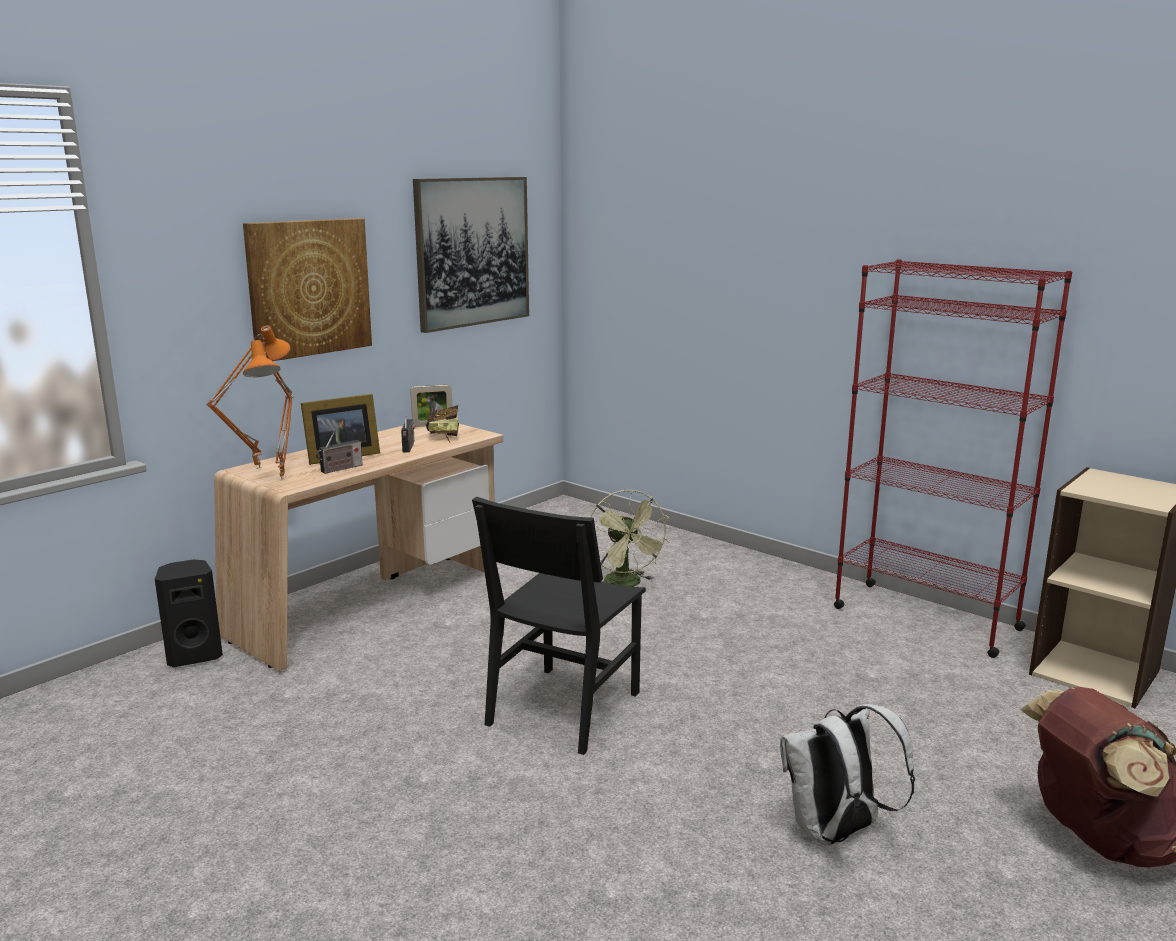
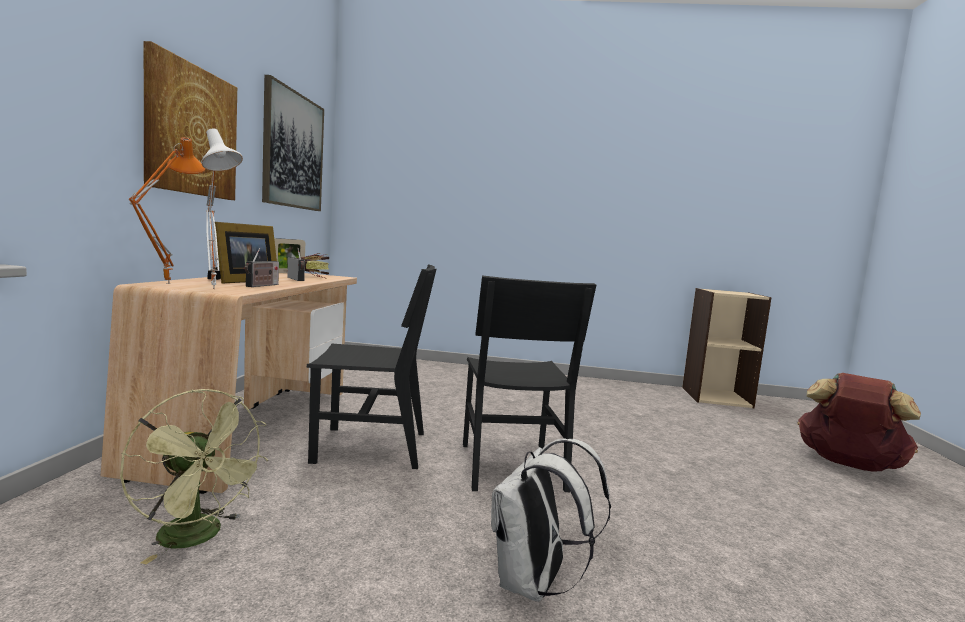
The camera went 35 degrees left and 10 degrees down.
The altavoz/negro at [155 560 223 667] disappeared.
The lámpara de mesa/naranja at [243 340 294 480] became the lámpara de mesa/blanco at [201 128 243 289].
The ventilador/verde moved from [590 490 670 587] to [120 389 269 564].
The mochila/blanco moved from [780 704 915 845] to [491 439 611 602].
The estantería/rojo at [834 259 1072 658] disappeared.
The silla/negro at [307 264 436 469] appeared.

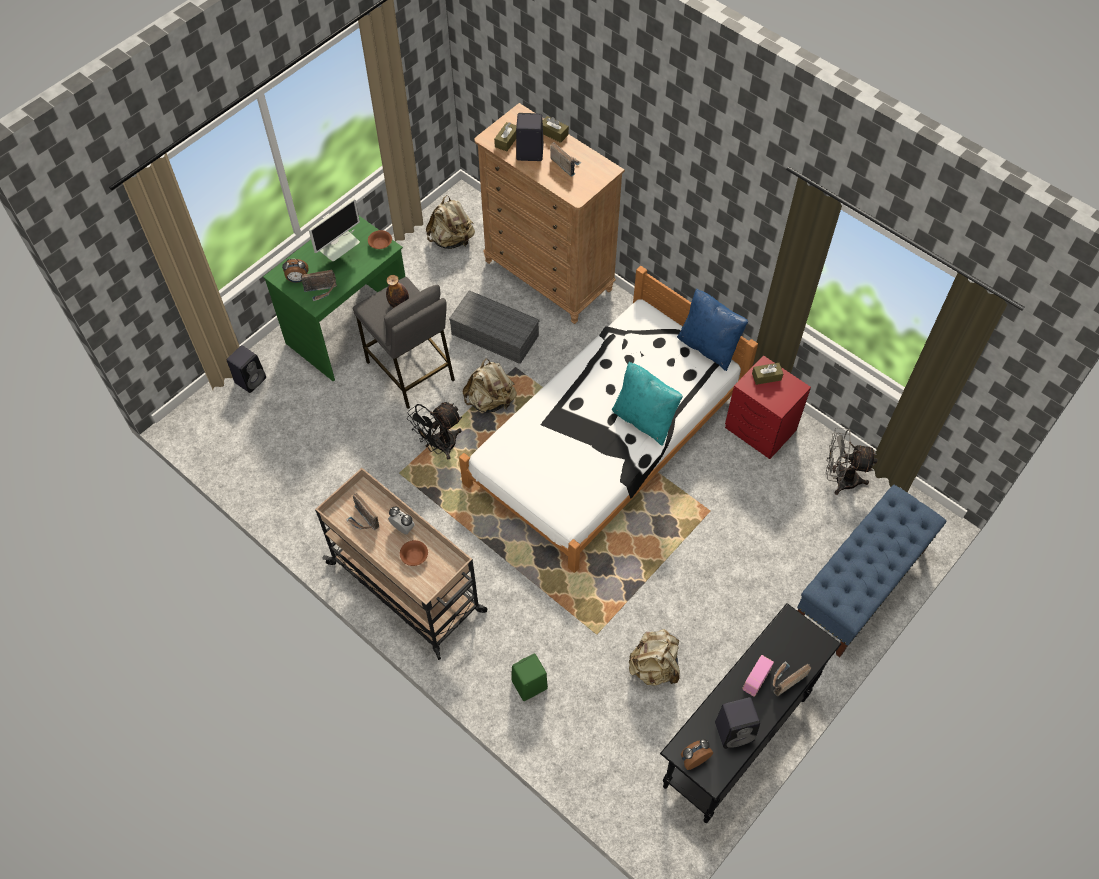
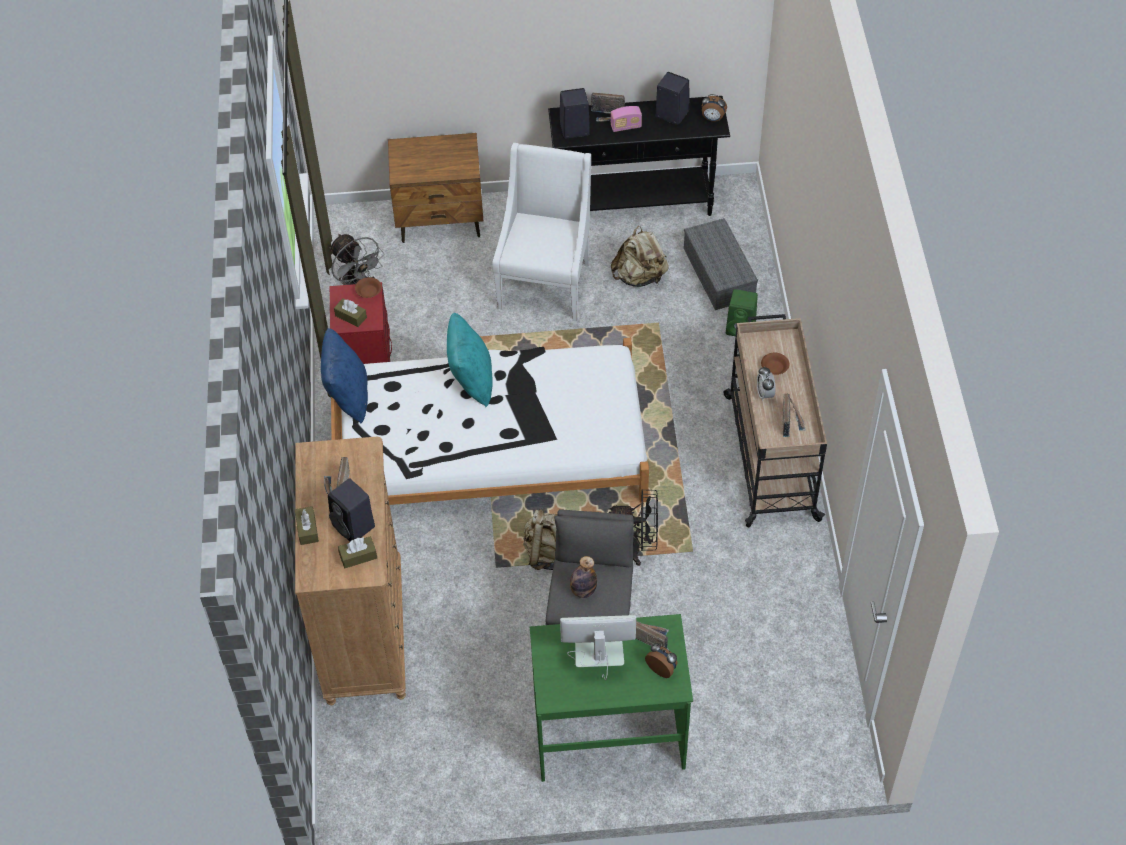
The camera went 135 degrees left and 5 degrees down.
The altavoz/negro moved from [227 345 266 393] to [560 88 590 138].
The cuenco/marrón moved from [368 230 392 249] to [355 277 382 298].
The mochila/beis at [426 195 475 249] disappeared.
The caja de almacenaje/gris moved from [449 290 539 364] to [684 218 758 310].
The banco/azul at [797 485 947 657] was replaced by the mesita de noche/marrón at [388 133 483 243].
The sillón/blanco at [492 143 591 321] appeared.

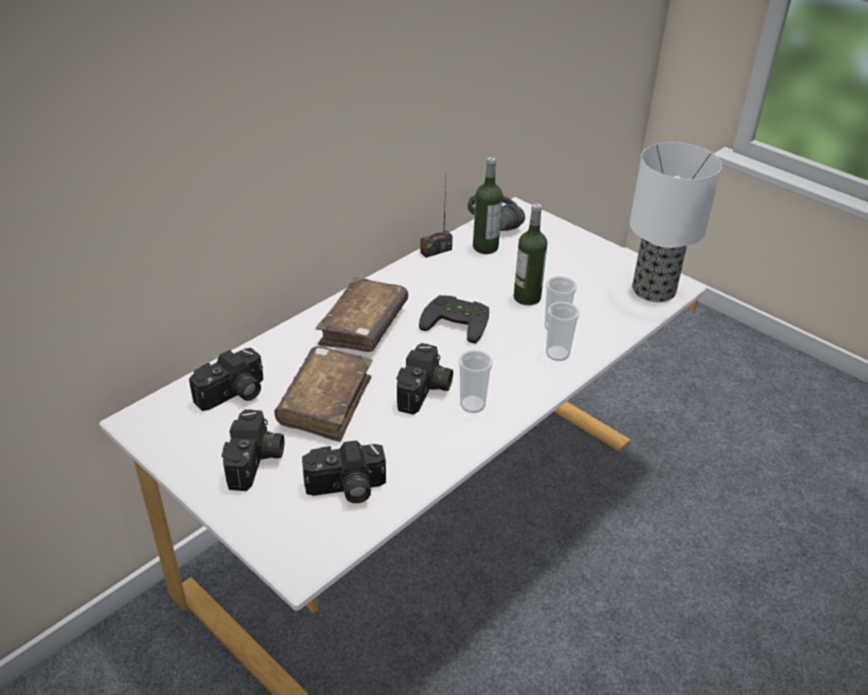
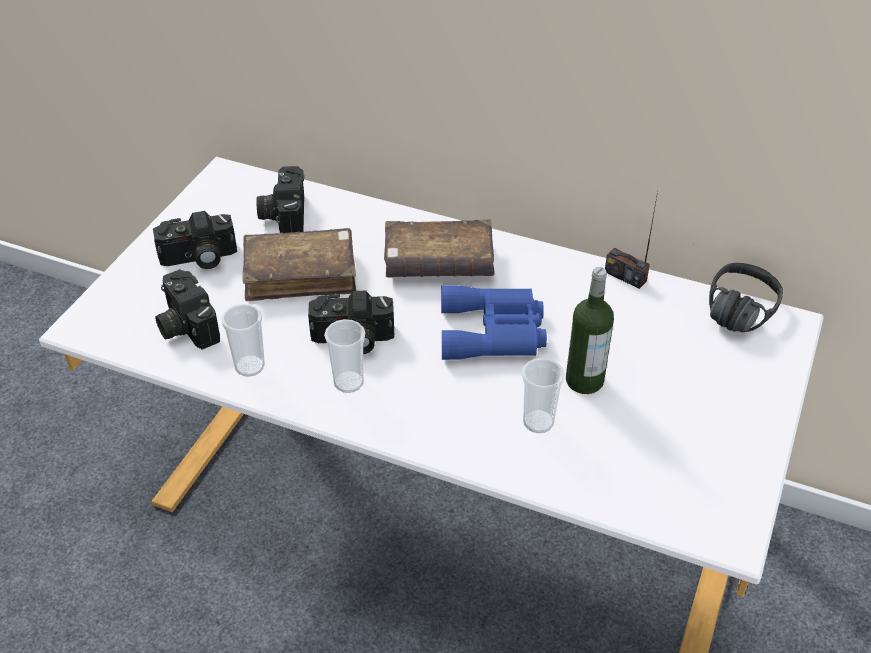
The camera went 70 degrees right and 5 degrees up.
The cámara at [189 348 263 411] turned 60 degrees clockwise.
The mando de consola/negro at [419 295 489 344] was replaced by the prismáticos/azul at [441 285 547 360].
The botella at [473 157 503 254] disappeared.
The taza moved from [546 302 579 361] to [221 304 265 377].
The lámpara de mesa at [630 142 722 302] disappeared.

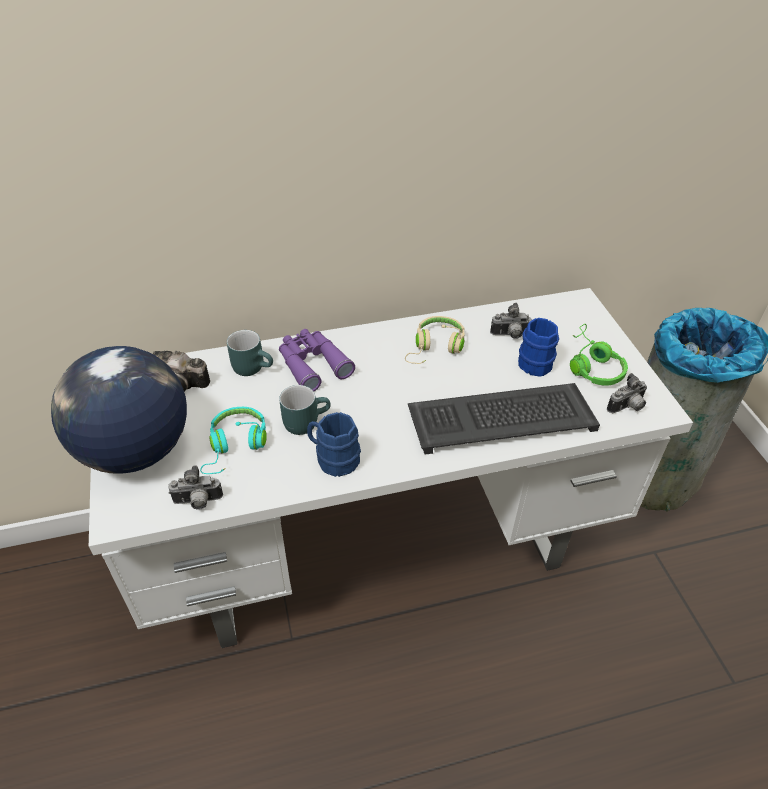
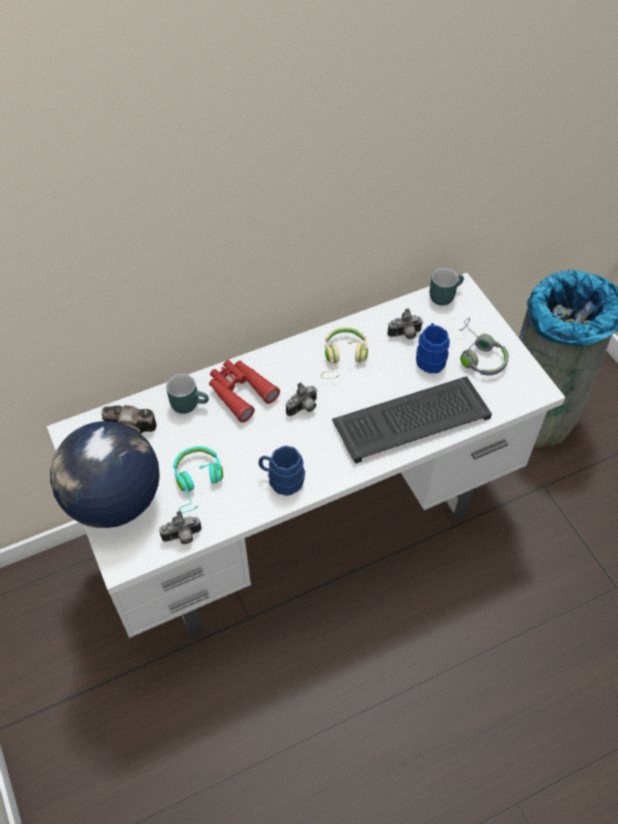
The camera went 10 degrees left and 10 degrees up.
The prismáticos/morado at [279 329 355 391] became the prismáticos/rojo at [209 360 280 423].
The taza grande/turquesa moved from [279 385 331 435] to [429 268 464 306].
The auriculares/verde at [570 324 628 386] became the auriculares/gris at [460 318 509 375].
The cámara moved from [607 373 647 413] to [286 382 318 416].

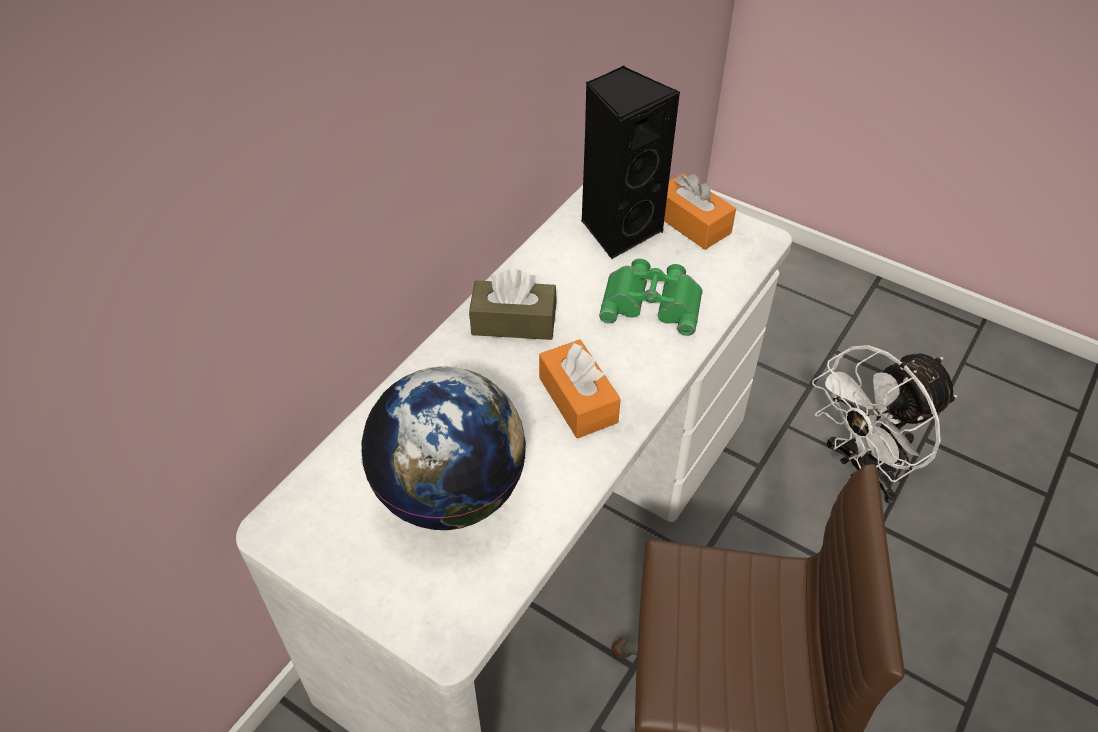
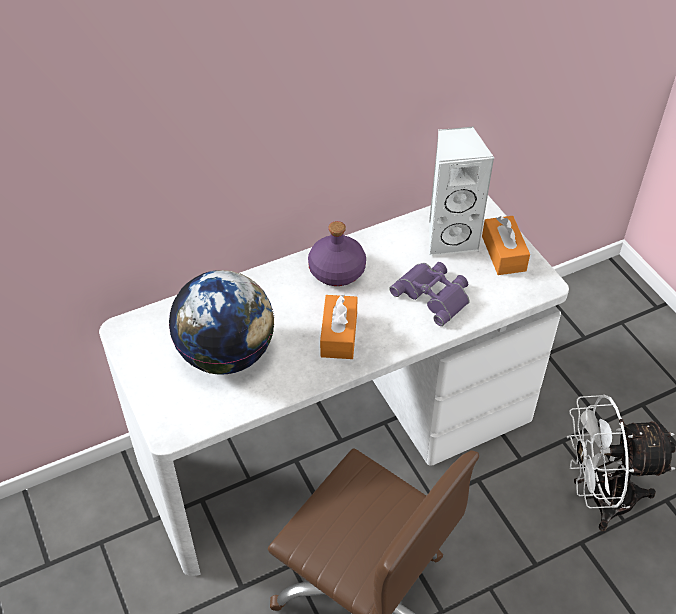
The camera went 30 degrees right and 0 degrees up.
The caja de pañuelos/marrón at [469 269 557 340] was replaced by the botella/morado at [308 221 366 286].
The altavoz/negro at [581 65 680 260] became the altavoz/blanco at [429 126 494 256].
The prismáticos/verde at [599 259 703 336] became the prismáticos/morado at [389 262 470 326].

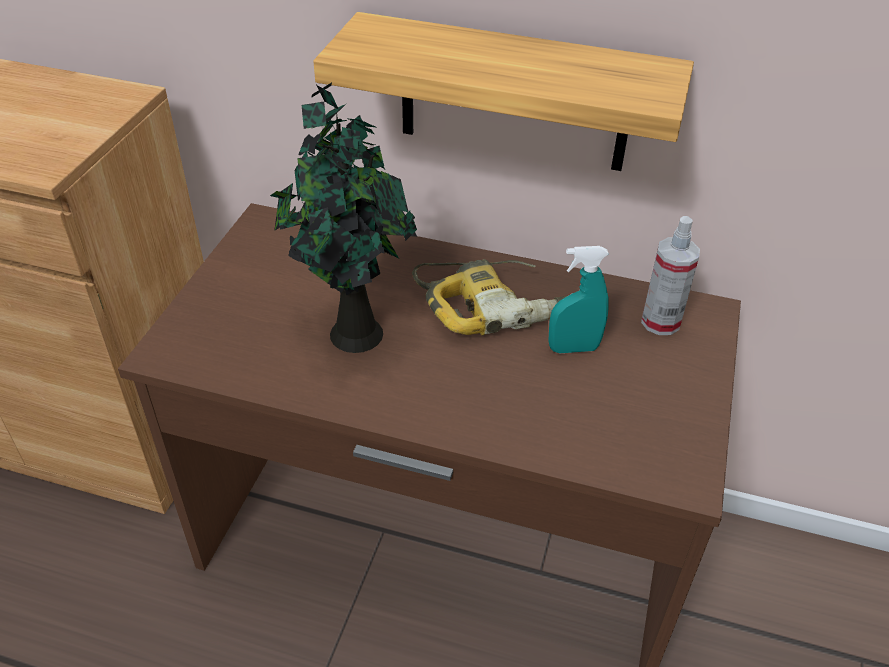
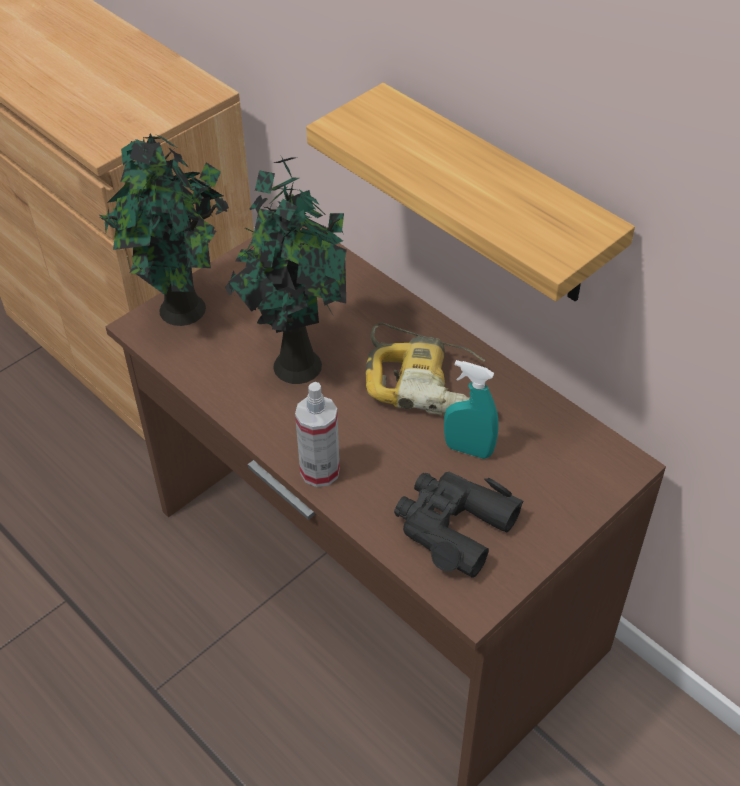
The camera went 30 degrees right and 5 degrees up.
The pulverizador moved from [641 216 700 335] to [295 382 340 487].
The planta en maceta at [99 133 229 326] appeared.
The prismáticos/negro at [394 472 524 578] appeared.

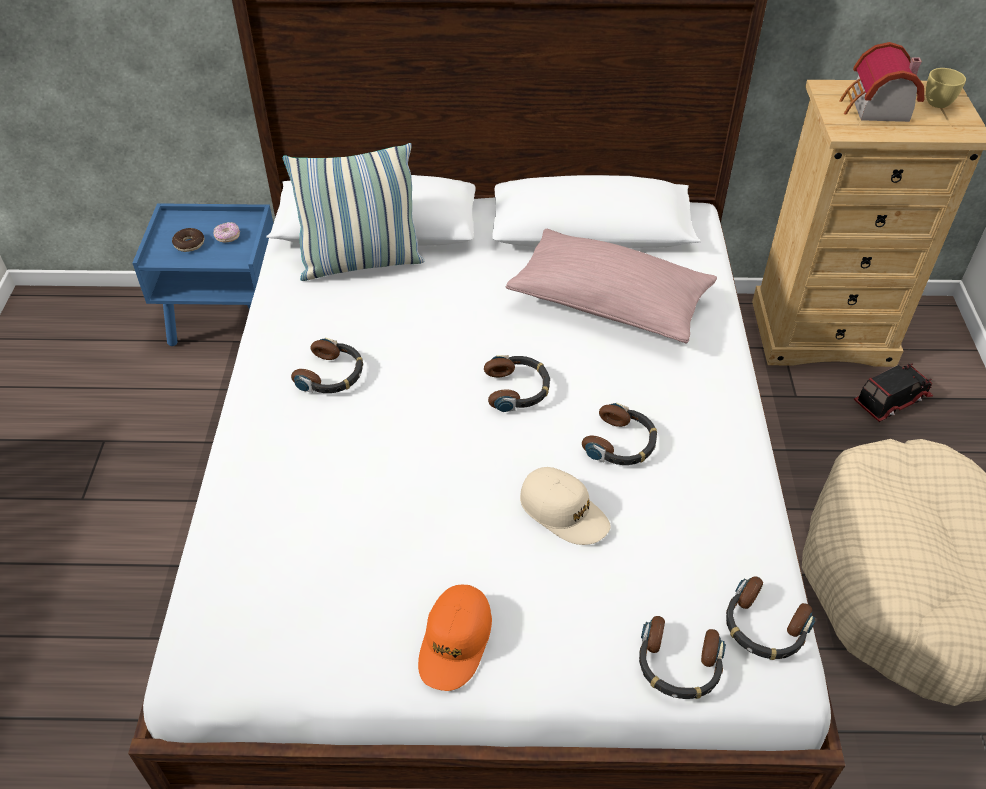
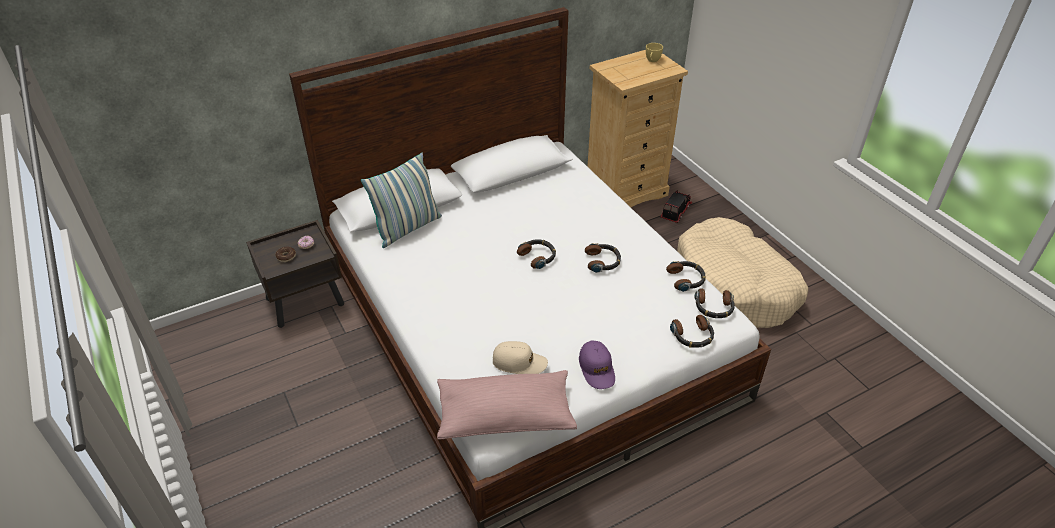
The camera went 30 degrees left and 5 degrees down.
The mesita de noche/azul at [133 203 273 346] became the mesita de noche/marrón at [246 220 344 328].
The auriculares moved from [291 338 363 393] to [666 261 706 292].
The gorra/naranja at [418 585 492 691] became the gorra/morado at [579 341 615 389].
The cojín/rosa moved from [506 229 717 344] to [437 370 577 440].
The gorra/beis moved from [520 467 611 545] to [493 341 548 374].
The casita at [839 42 924 122] disappeared.

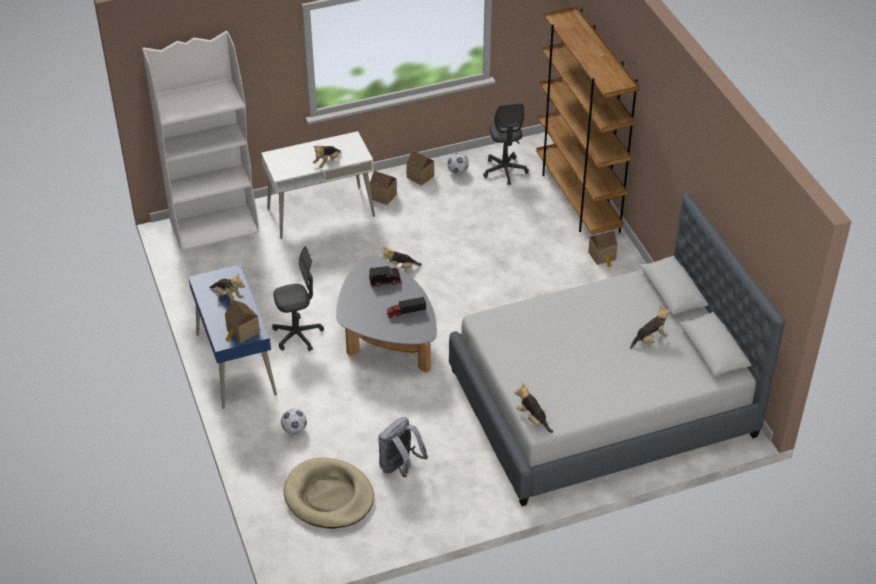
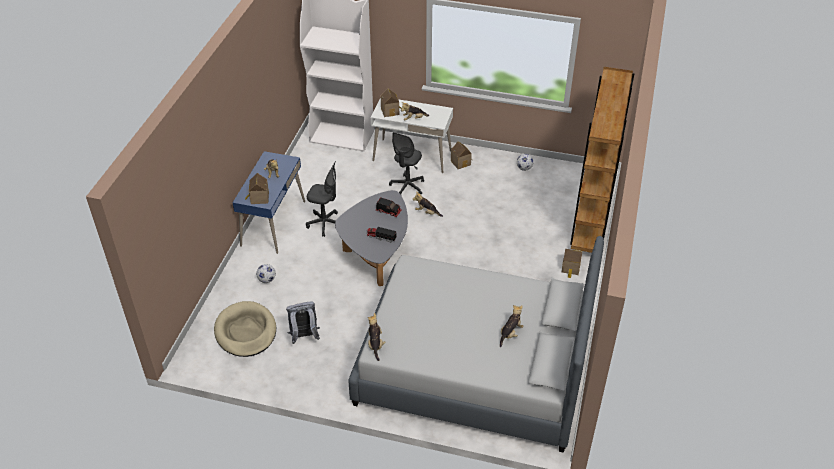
The camera went 35 degrees right and 0 degrees up.
The casita moved from [406 150 434 186] to [381 88 402 117].
The silla de oficina/gris moved from [483 103 529 186] to [389 132 424 194].
The peluche at [630 306 670 349] turned 60 degrees counterclockwise.

